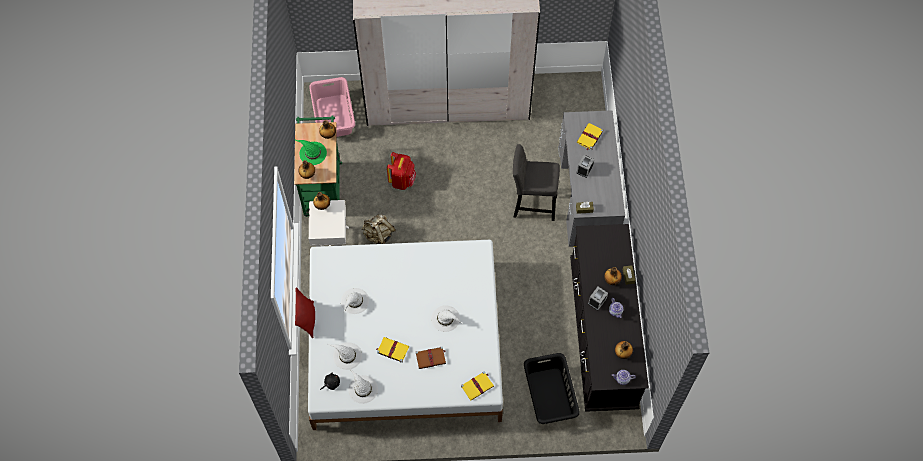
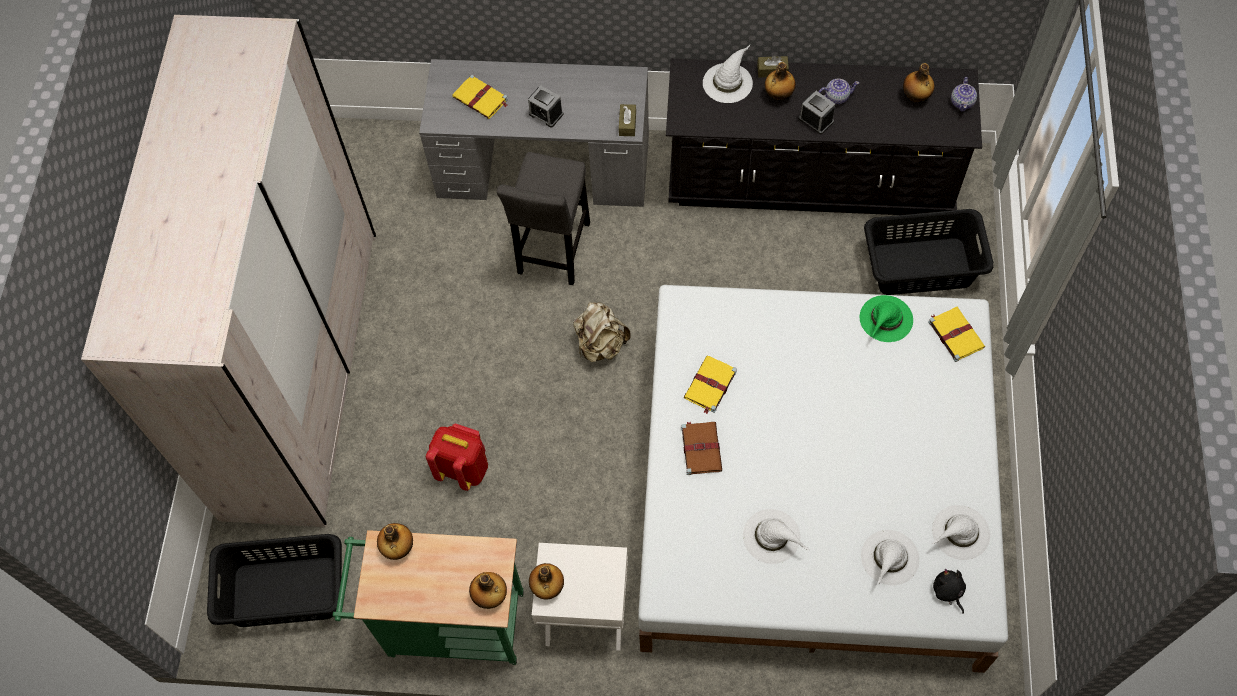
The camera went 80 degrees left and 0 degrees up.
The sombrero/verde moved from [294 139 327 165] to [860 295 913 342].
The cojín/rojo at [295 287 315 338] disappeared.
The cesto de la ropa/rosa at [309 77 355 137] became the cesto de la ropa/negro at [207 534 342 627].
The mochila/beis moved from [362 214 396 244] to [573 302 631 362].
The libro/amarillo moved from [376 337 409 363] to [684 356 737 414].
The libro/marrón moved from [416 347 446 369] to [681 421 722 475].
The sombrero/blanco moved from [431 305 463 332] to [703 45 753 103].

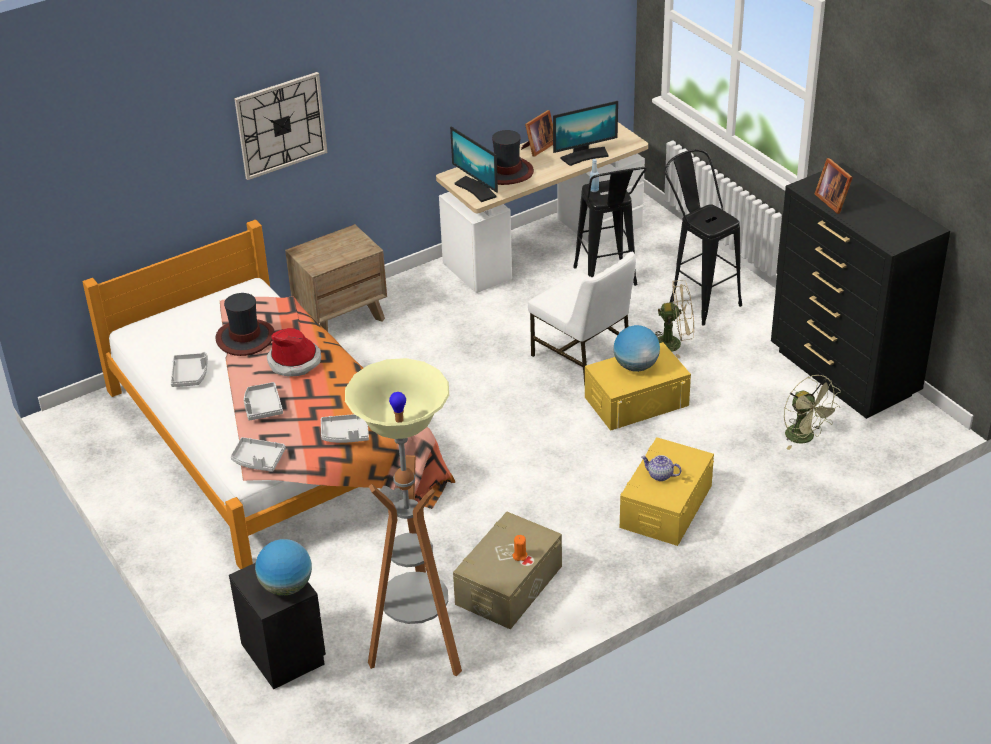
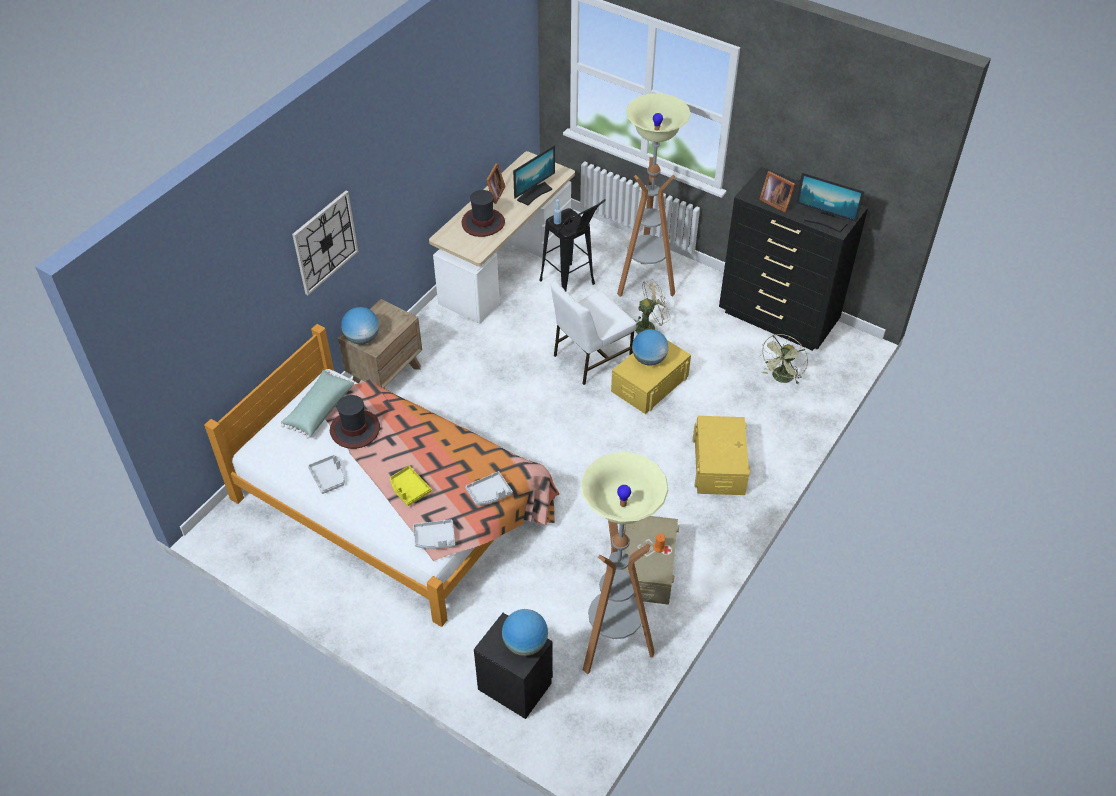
The camera went 25 degrees left and 10 degrees up.
The bandeja/gris at [244 382 283 420] became the bandeja/amarillo at [390 466 432 506].
The sombrero at [267 328 321 377] disappeared.
The monitor moved from [450 127 498 202] to [796 173 864 232].
The silla/blanco at [528 252 636 386] turned 120 degrees clockwise.
The tetera at [641 455 681 481] disappeared.
The taburete/negro at [665 149 742 325] was replaced by the lámpara de pie at [617 93 691 297].
The ventilador/verde at [784 375 841 450] turned 90 degrees clockwise.
The cojín/verde at [280 370 355 438] appeared.
The globo terráqueo at [341 307 379 344] appeared.

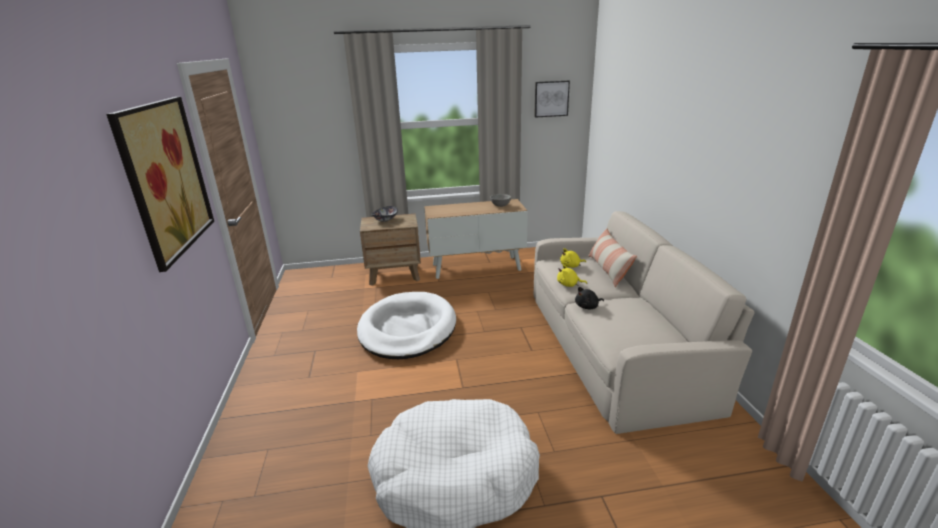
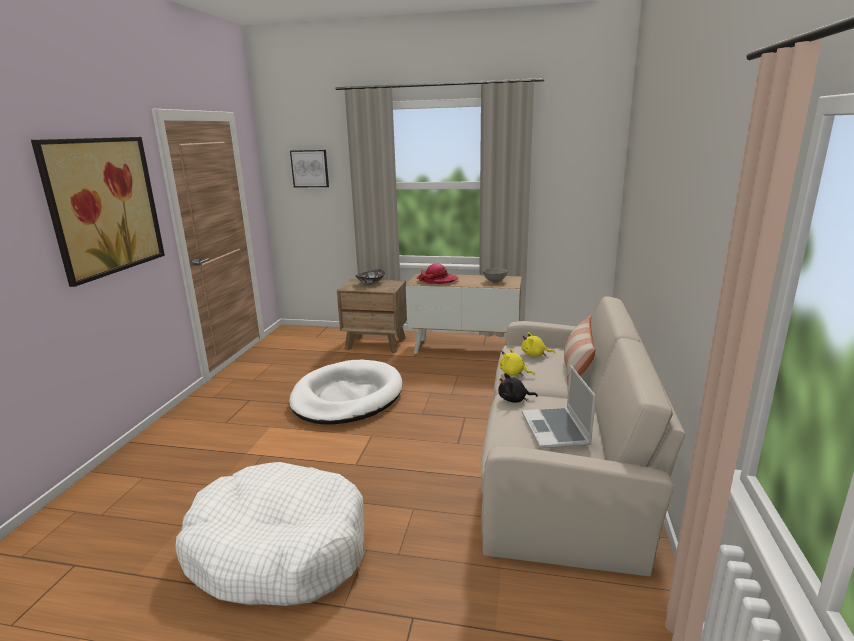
The camera went 20 degrees right and 5 degrees down.
The cuadro moved from [534 81 570 118] to [290 150 329 187].
The sombrero at [417 263 458 284] appeared.
The portátil at [522 365 596 448] appeared.

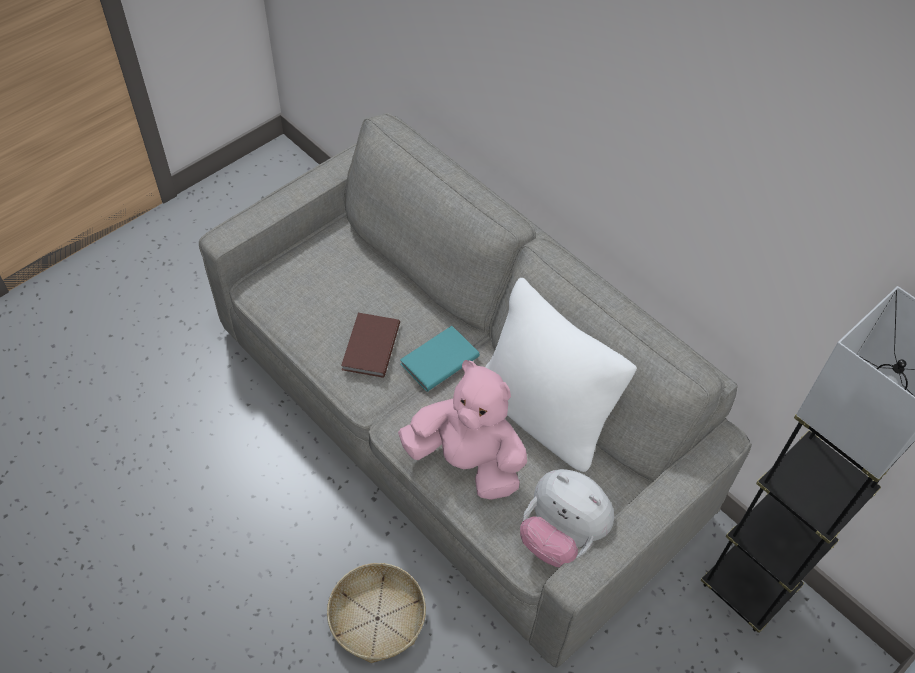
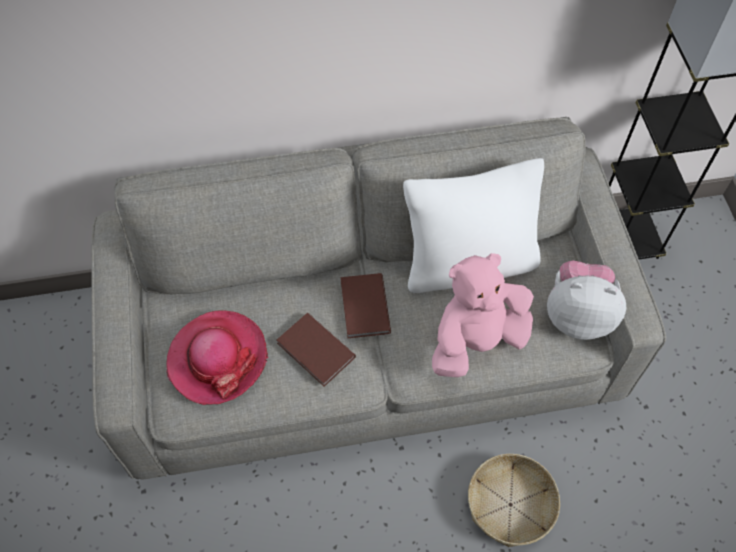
The camera went 55 degrees left and 5 degrees up.
The libro/turquesa at [400 326 480 392] became the libro/marrón at [340 273 391 338].
The peluche at [520 469 614 567] turned 150 degrees counterclockwise.
The sombrero at [166 310 268 405] appeared.

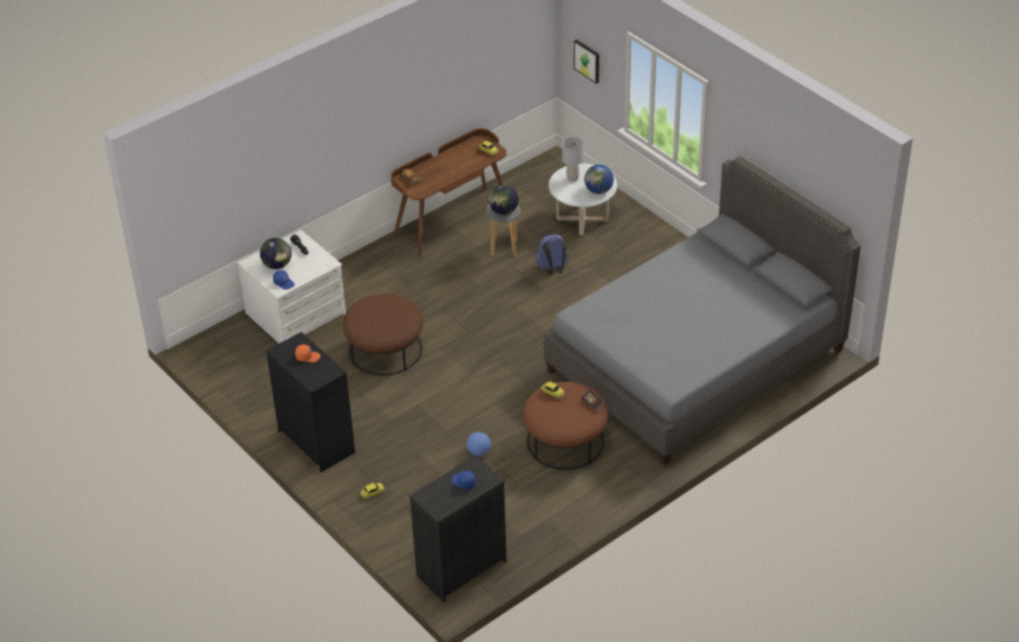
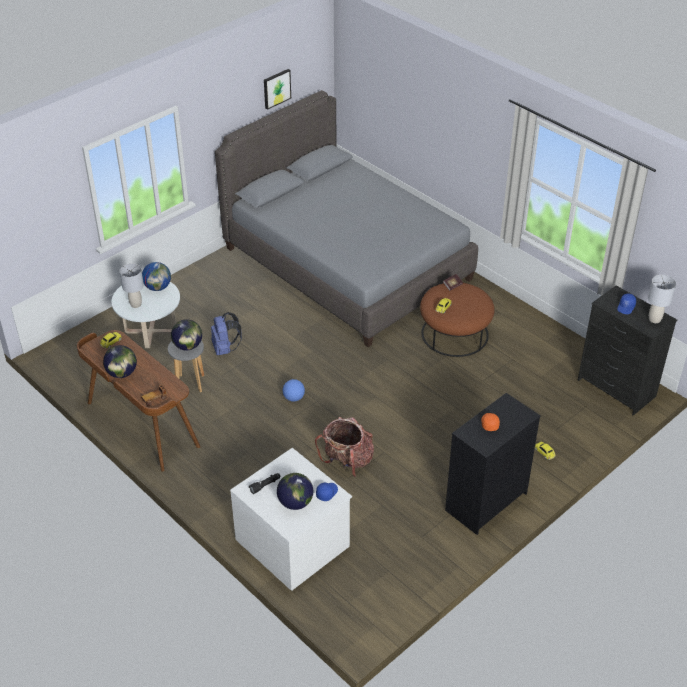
The camera went 95 degrees left and 0 degrees up.
The puf/marrón at [343 294 423 376] was replaced by the mochila at [315 417 374 477].
The balón de fútbol moved from [467 432 491 456] to [283 379 305 402].
The cuadro moved from [574 40 599 84] to [264 69 291 110].
The globo terráqueo at [103 345 137 378] appeared.
The lámpara de mesa/gris at [648 275 676 323] appeared.

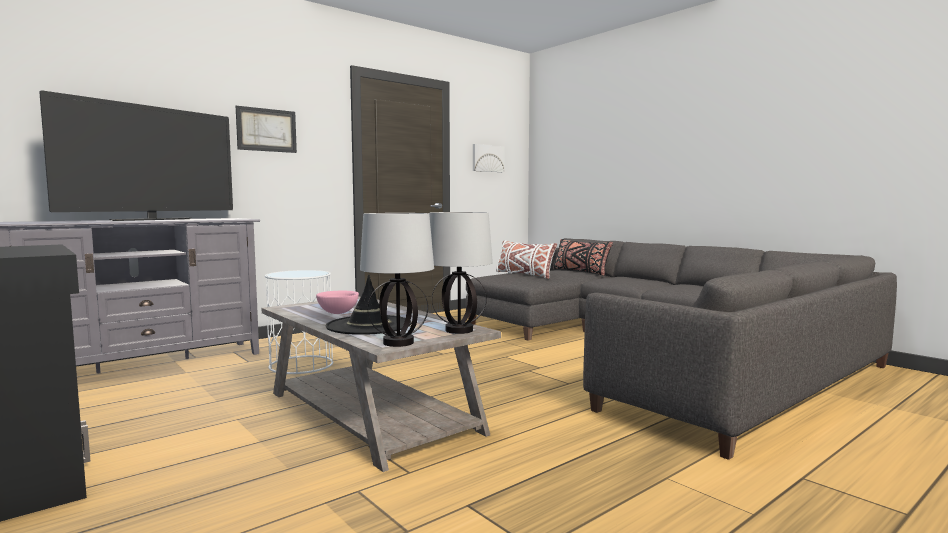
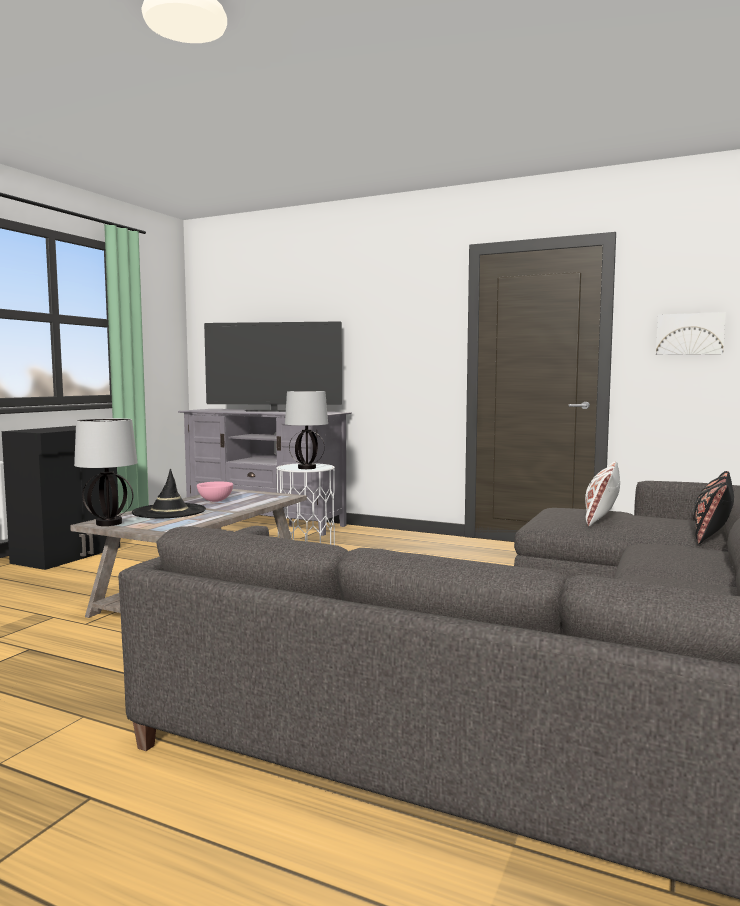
The camera went 65 degrees right and 0 degrees up.
The cuadro at [236 106 297 153] disappeared.
The lámpara de mesa moved from [429 212 493 334] to [285 391 328 469].

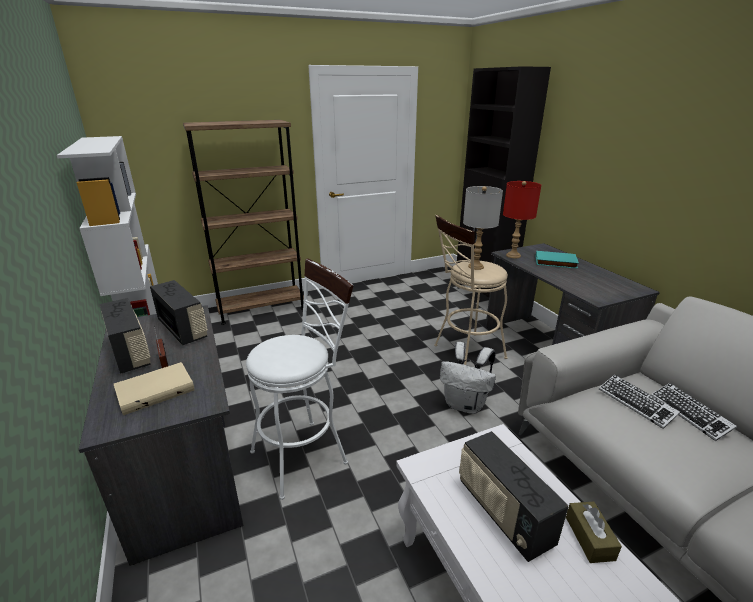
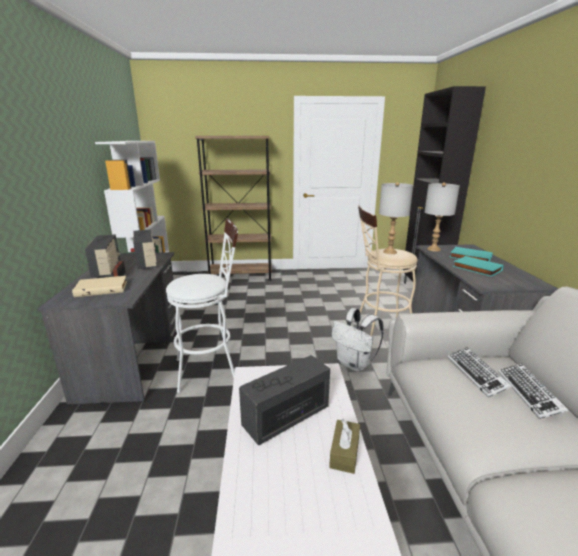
The camera went 20 degrees right and 5 degrees down.
The radio at [459 431 568 562] turned 60 degrees clockwise.
The lámpara de mesa/rojo at [503 181 541 258] became the lámpara de mesa/gris at [425 182 460 252].
The libro/turquesa at [453 256 504 277] appeared.

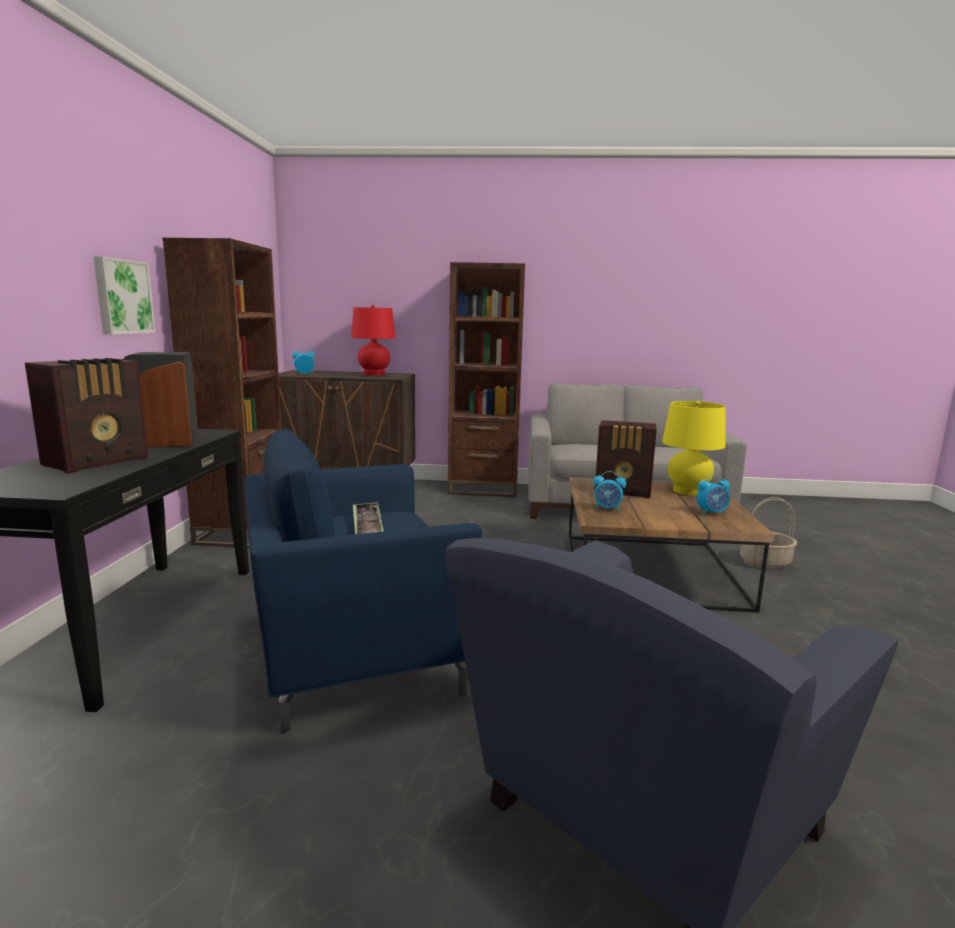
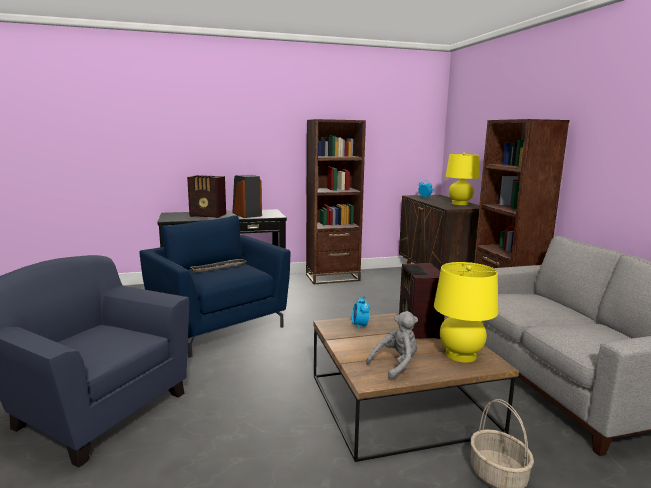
The camera went 70 degrees right and 0 degrees up.
The cuadro at [94 256 156 335] disappeared.
The lámpara de mesa/rojo at [351 305 396 375] became the lámpara de mesa/amarillo at [445 153 480 205].
The despertador at [697 474 730 515] was replaced by the peluche/gris at [366 311 418 380].

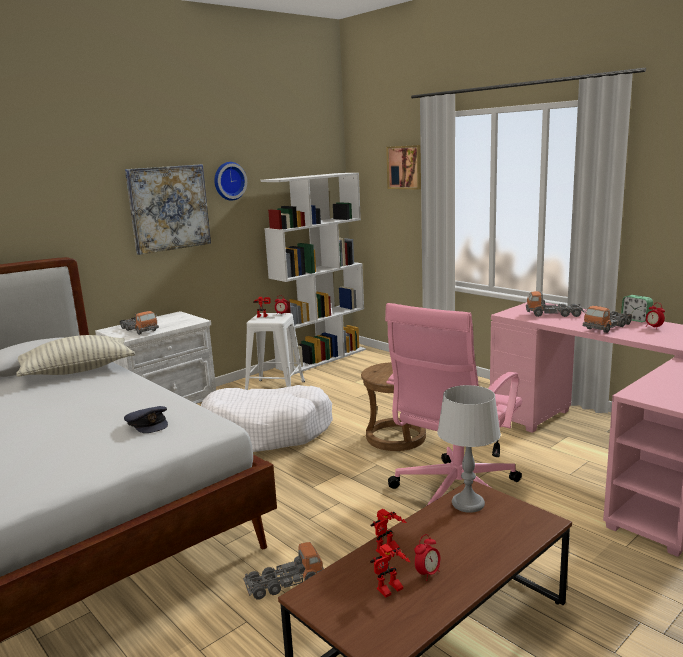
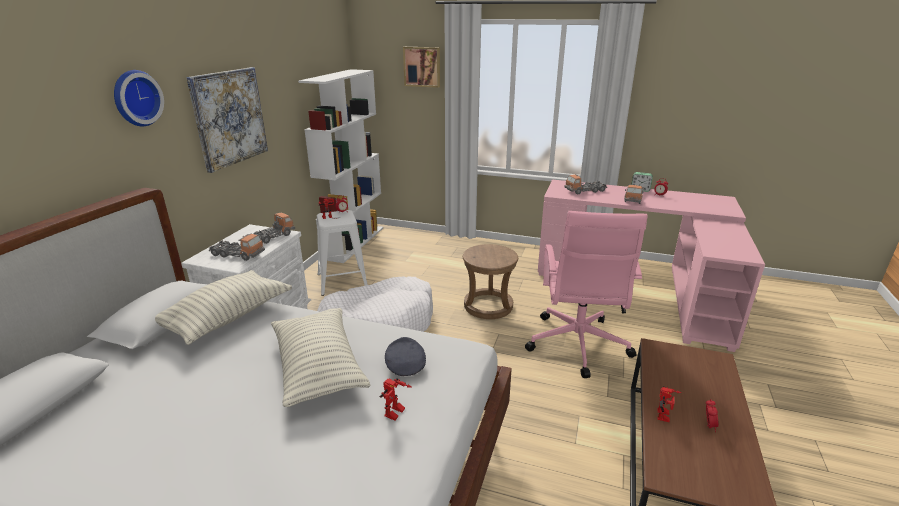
The camera went 30 degrees left and 10 degrees up.
The gorra/gris at [124 406 168 433] turned 120 degrees counterclockwise.
The reloj de pared moved from [214 162 247 201] to [114 70 164 126].
The camión de juguete moved from [243 542 324 600] to [243 213 295 244].
The robot de juguete moved from [370 544 410 597] to [380 378 412 421].
The lámpara de mesa/gris at [437 385 501 513] disappeared.
The cojín at [271 308 371 407] appeared.

